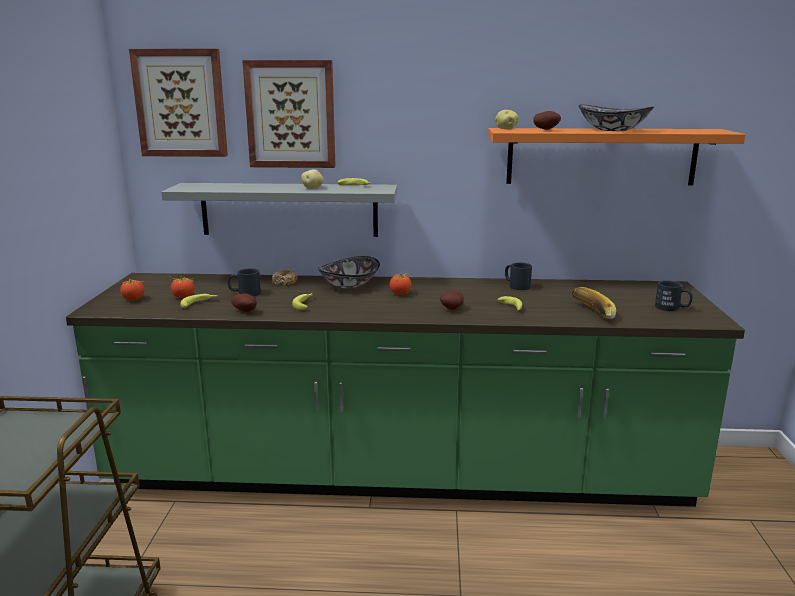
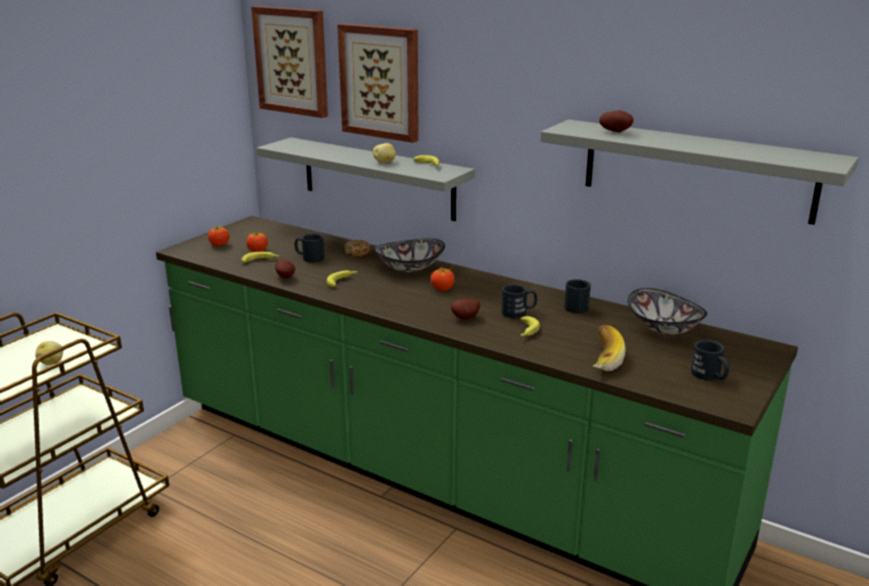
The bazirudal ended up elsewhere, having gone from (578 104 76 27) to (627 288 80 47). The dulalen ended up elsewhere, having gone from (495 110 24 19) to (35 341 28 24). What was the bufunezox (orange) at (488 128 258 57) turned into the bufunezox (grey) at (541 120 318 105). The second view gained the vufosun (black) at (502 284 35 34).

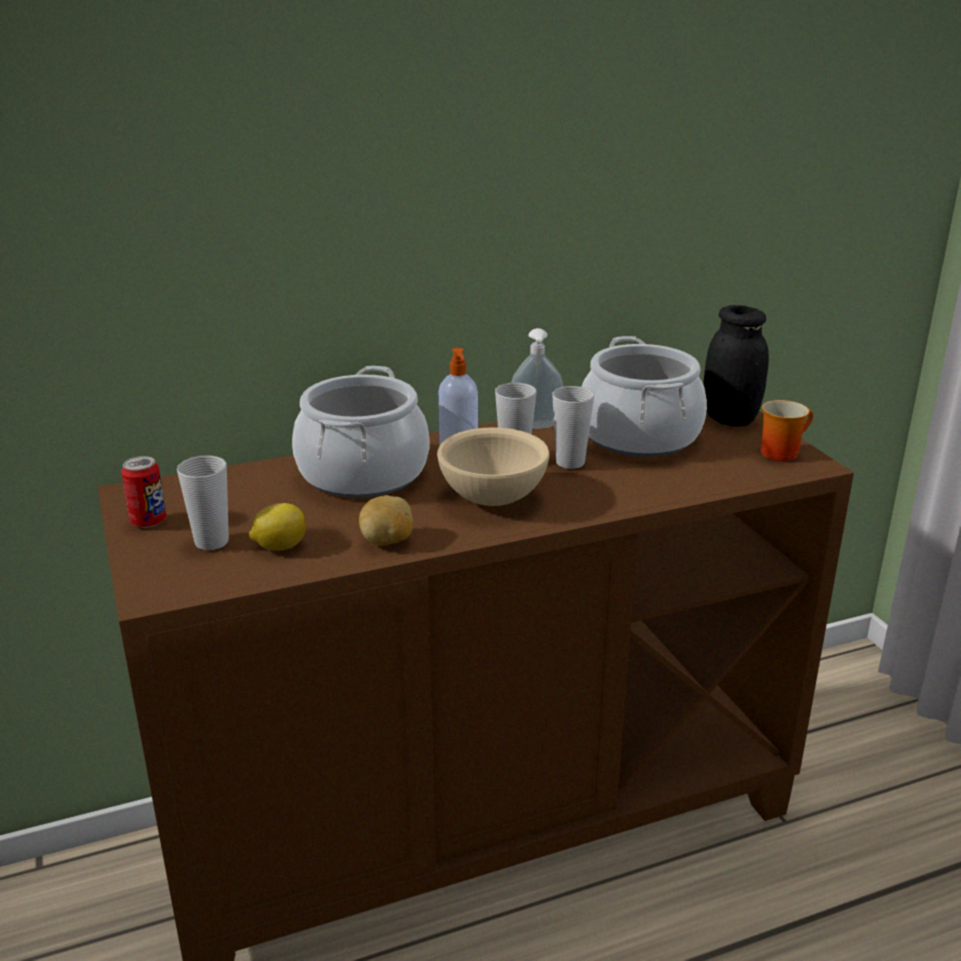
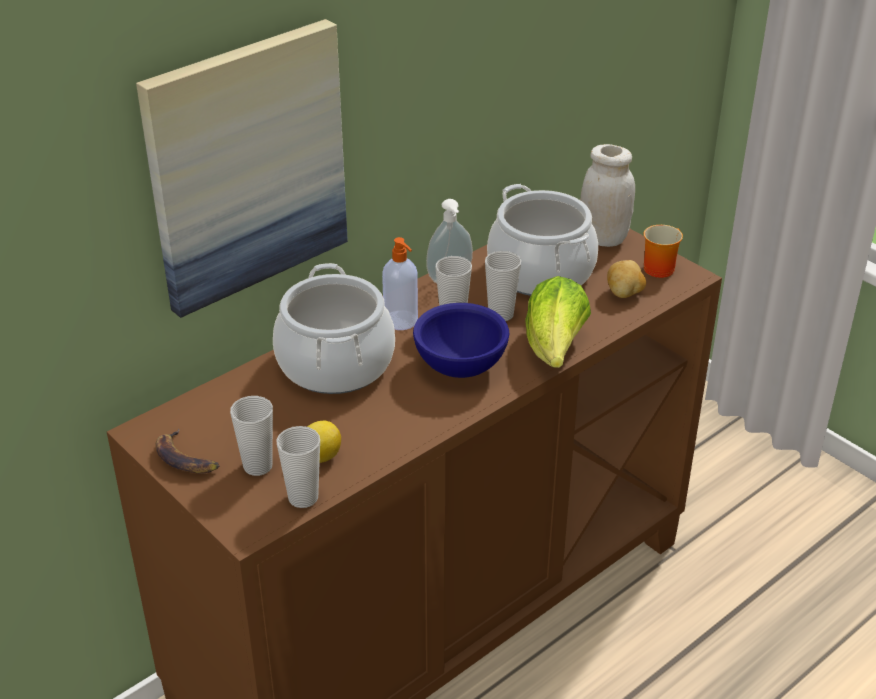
What was the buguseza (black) at (703 305 66 122) turned into the buguseza (white) at (580 144 55 103). What was the bazirudal (beige) at (437 428 112 78) turned into the bazirudal (blue) at (413 303 96 75). Where the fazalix stood at (121 456 45 72), the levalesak came to stand at (155 429 65 45). The dulalen ended up elsewhere, having gone from (359 495 54 50) to (607 260 39 38). The second view gained the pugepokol at (136 19 212 299). The second view gained the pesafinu at (525 276 66 92). The second view gained the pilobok at (276 426 44 82).

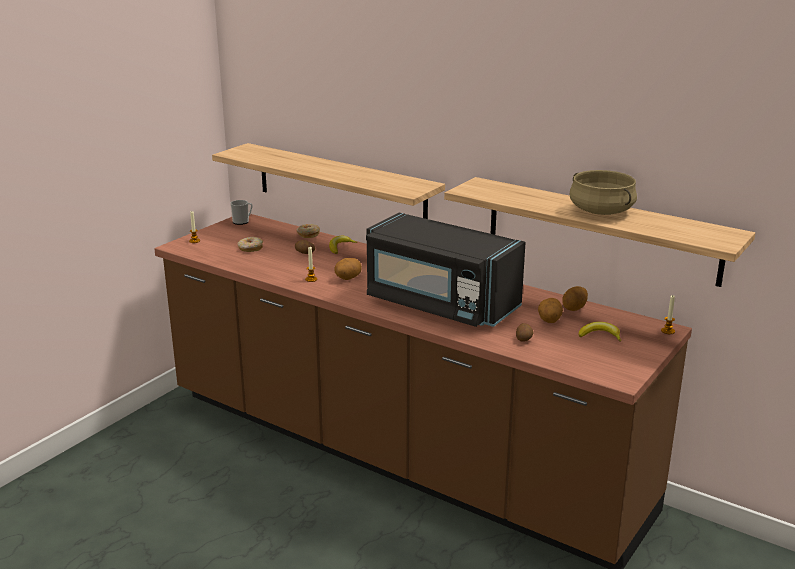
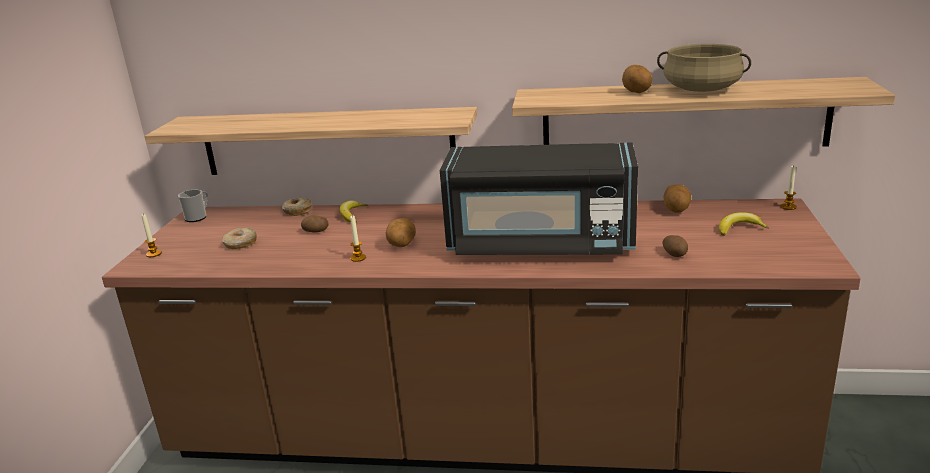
The dulalen ended up elsewhere, having gone from (538 298 25 25) to (622 65 30 28).

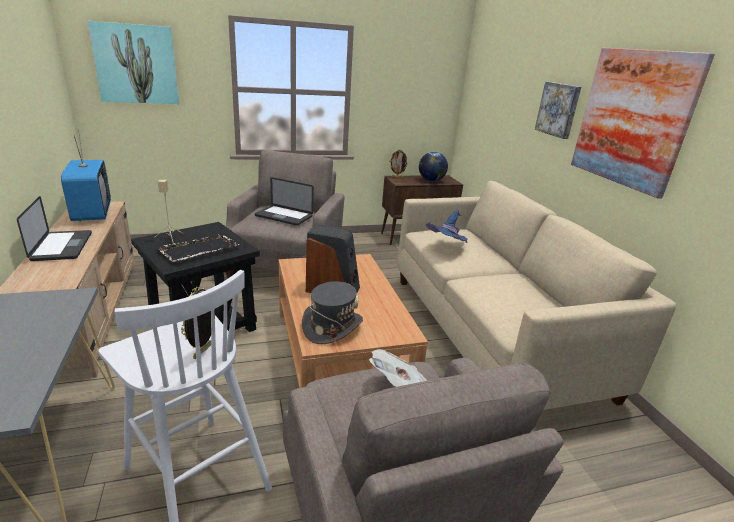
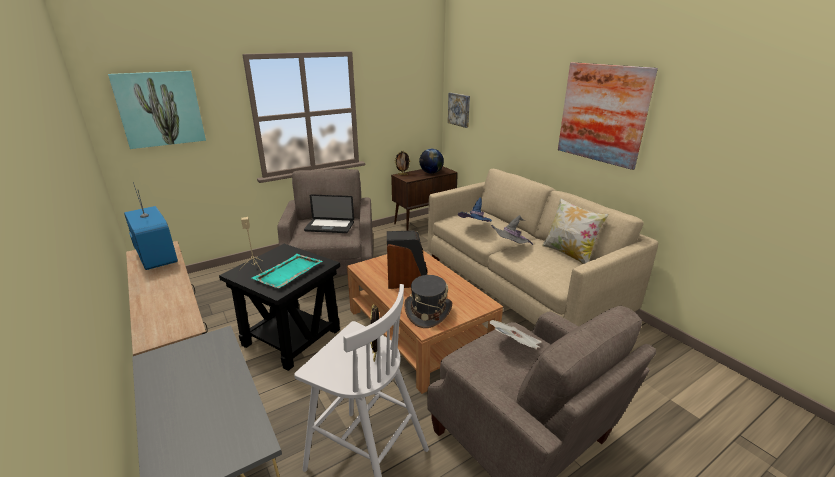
The pugepokol ended up elsewhere, having gone from (535 82 46 57) to (448 93 22 35). The second view lost the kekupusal at (17 196 75 65). What was the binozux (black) at (156 233 84 29) turned into the binozux (turquoise) at (252 254 70 34). The second view gained the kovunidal at (542 198 67 66). The second view gained the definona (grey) at (491 215 42 30).

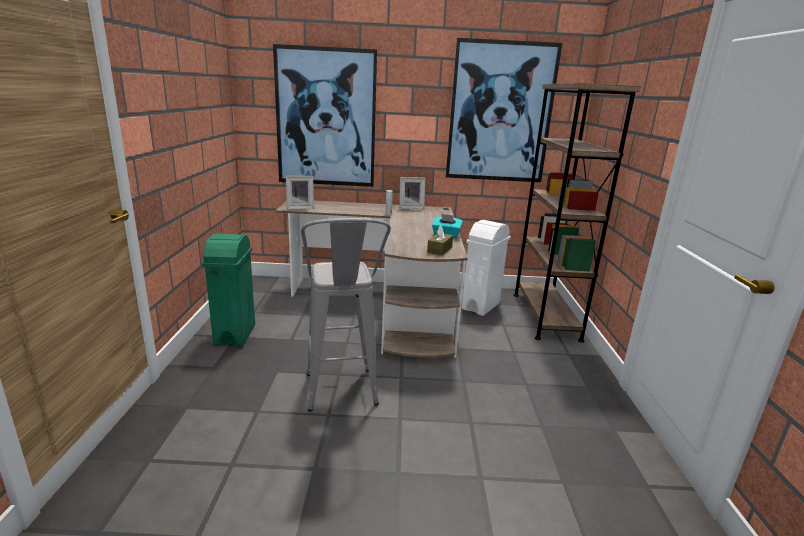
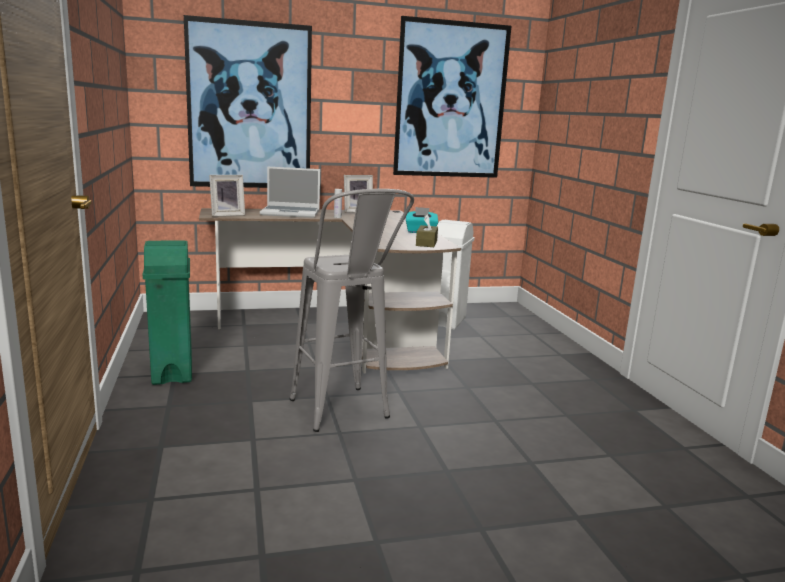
The second view lost the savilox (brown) at (514 83 127 260). The second view gained the kekupusal at (260 166 60 52).

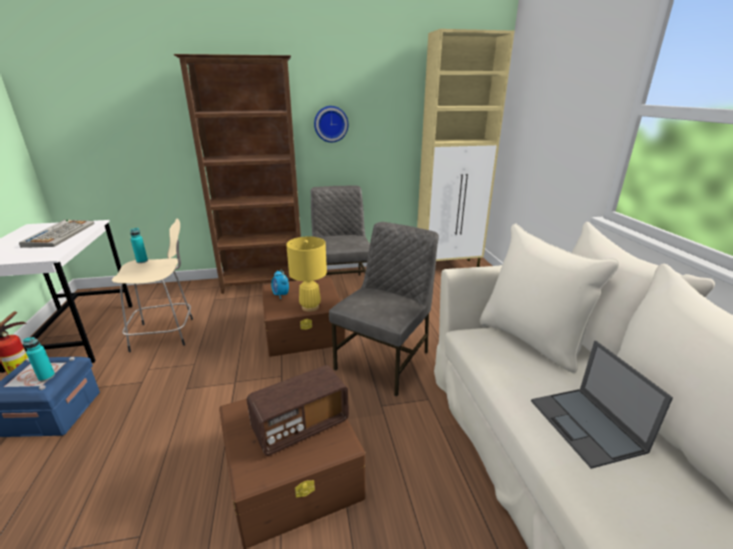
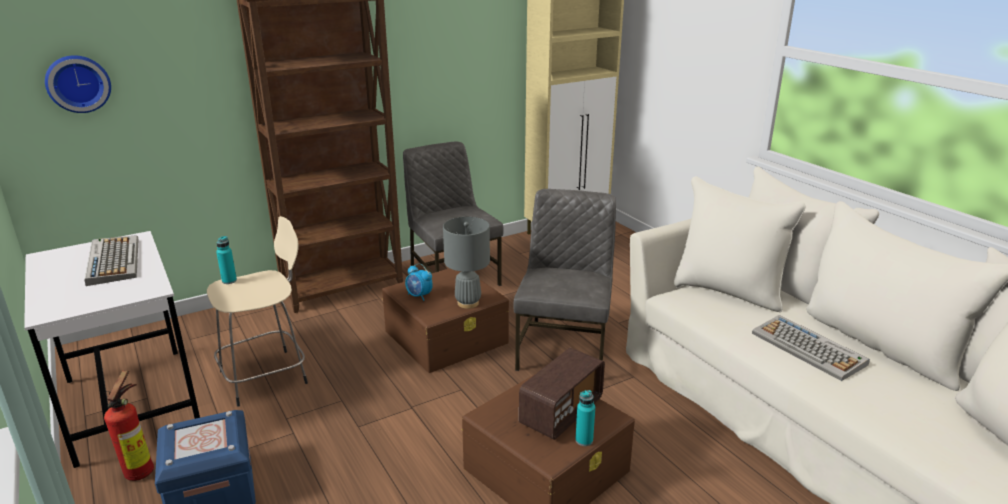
The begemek ended up elsewhere, having gone from (314 106 35 36) to (45 55 66 58). What was the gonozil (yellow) at (286 236 41 76) turned into the gonozil (grey) at (443 217 47 92). The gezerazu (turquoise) ended up elsewhere, having gone from (23 337 32 44) to (575 390 20 56). Where the kekupusal stood at (531 341 142 128), the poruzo came to stand at (752 315 118 66).

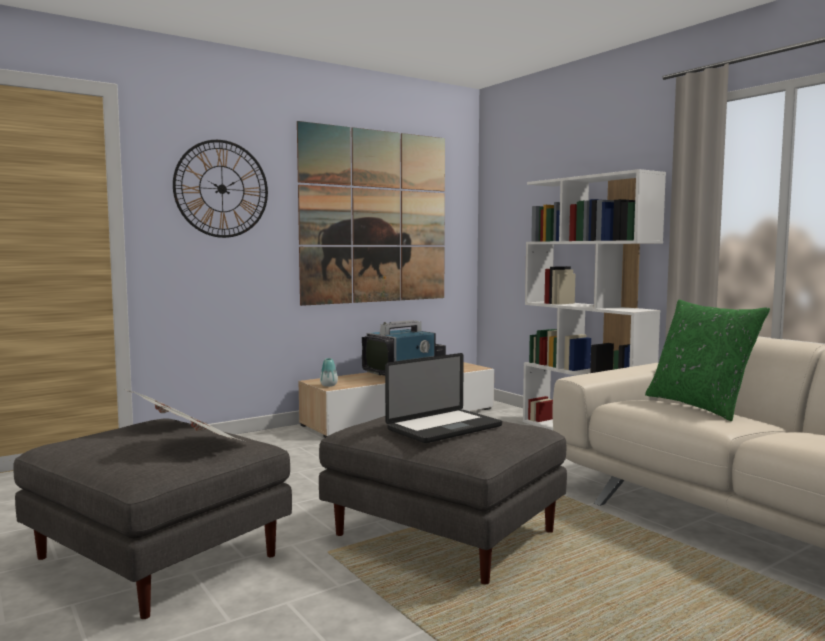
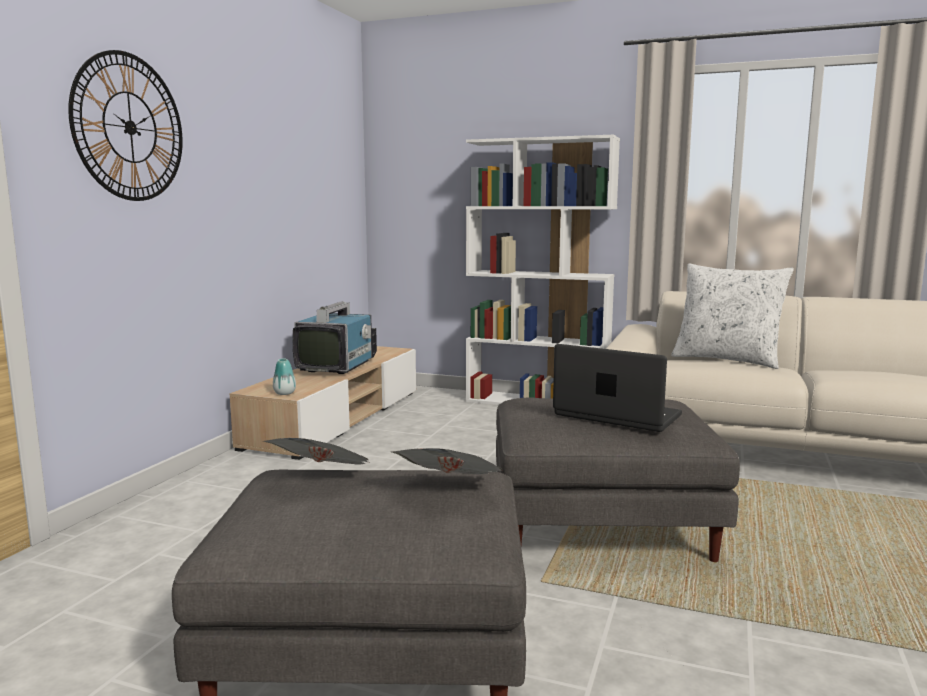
The second view lost the pugepokol at (297 121 148 185). What was the kovunidal (green) at (645 300 125 121) turned into the kovunidal (white) at (671 264 123 105). The kekupusal at (385 353 117 90) ended up facing another way, 75 degrees counterclockwise from before.

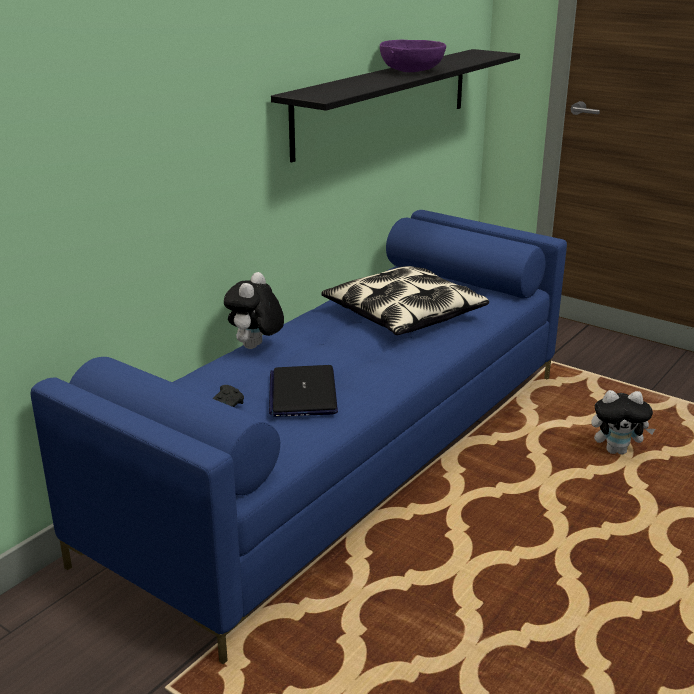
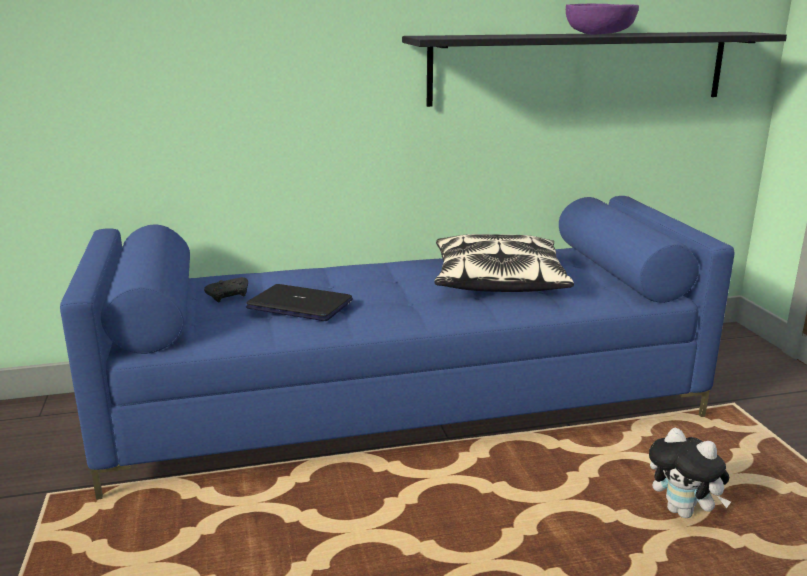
The second view lost the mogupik at (224 272 60 77). The kekupusal at (269 365 69 52) ended up facing another way, 75 degrees clockwise from before.

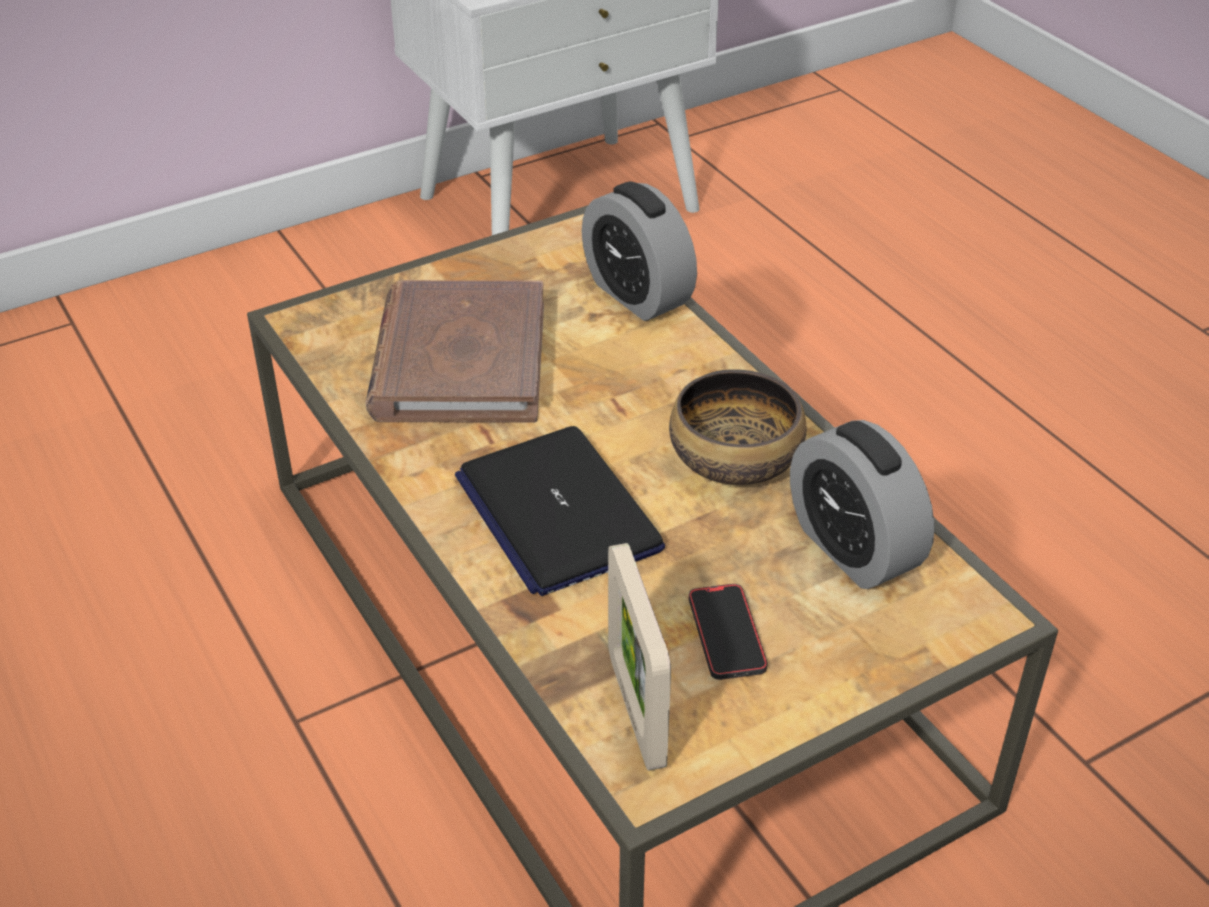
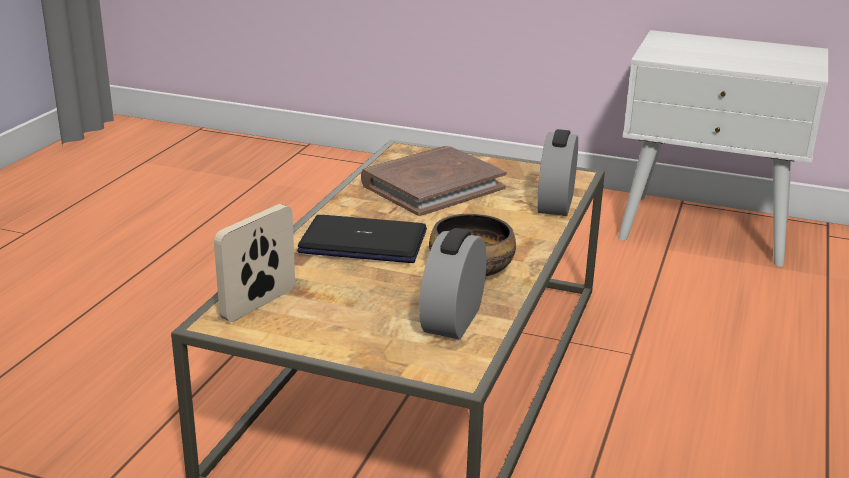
The kekupusal at (455 426 210 170) ended up facing another way, 75 degrees clockwise from before. The second view lost the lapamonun at (689 584 79 96).

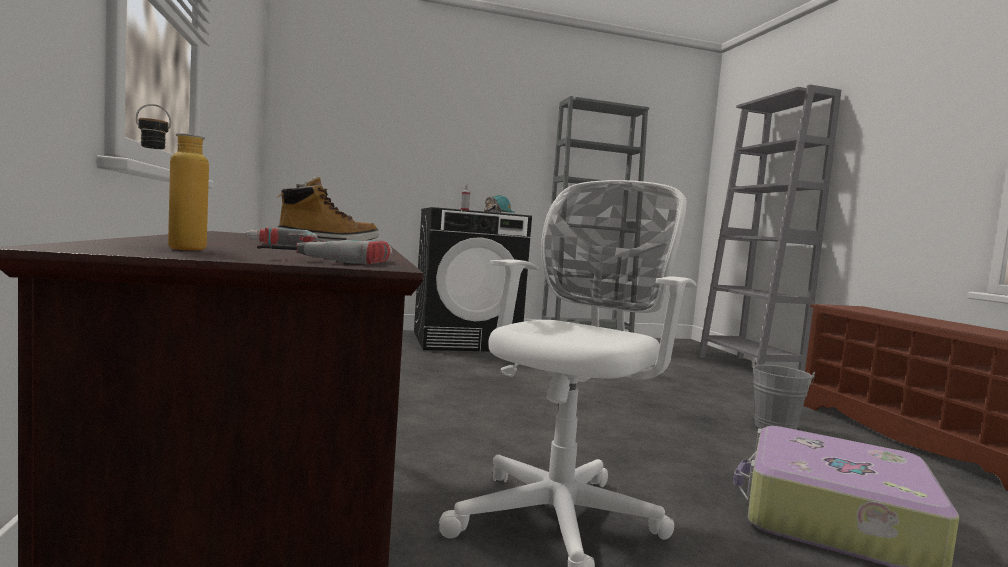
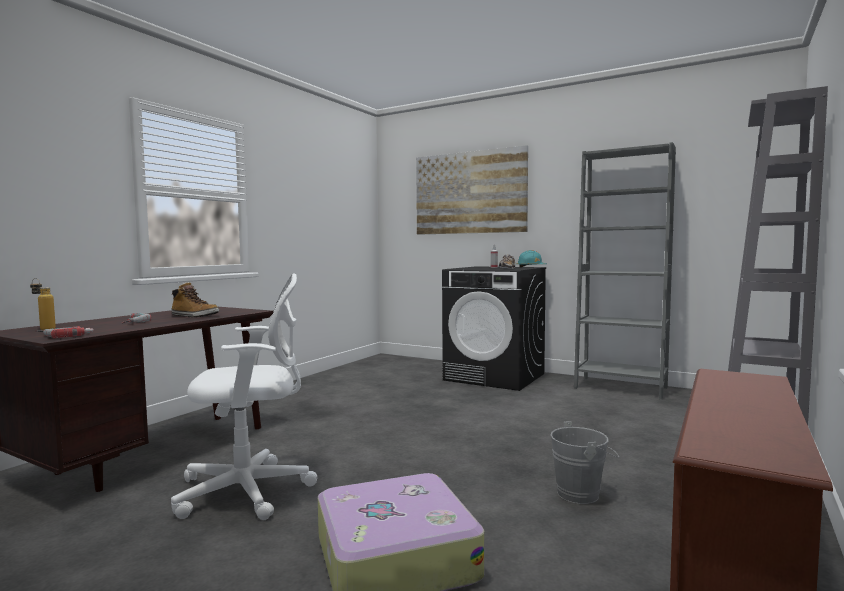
The second view gained the pugepokol at (416 145 112 90).

